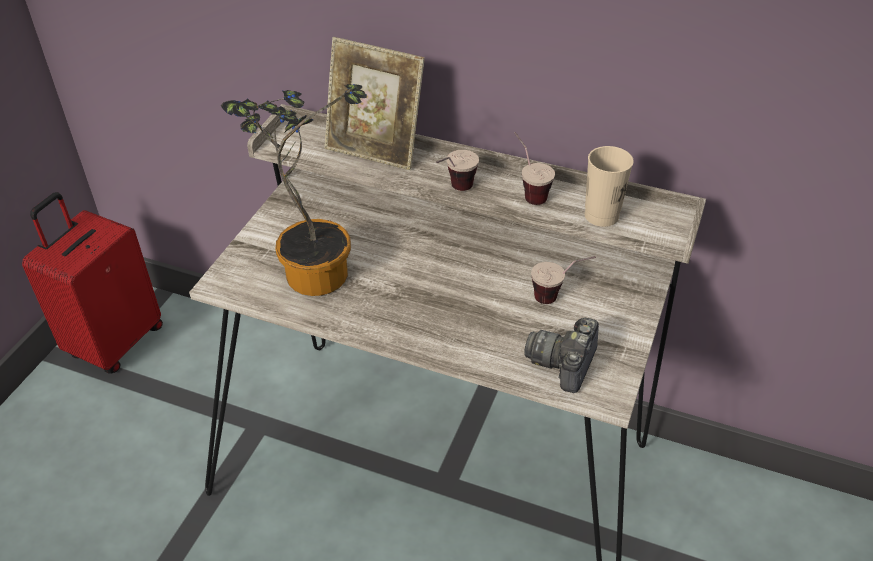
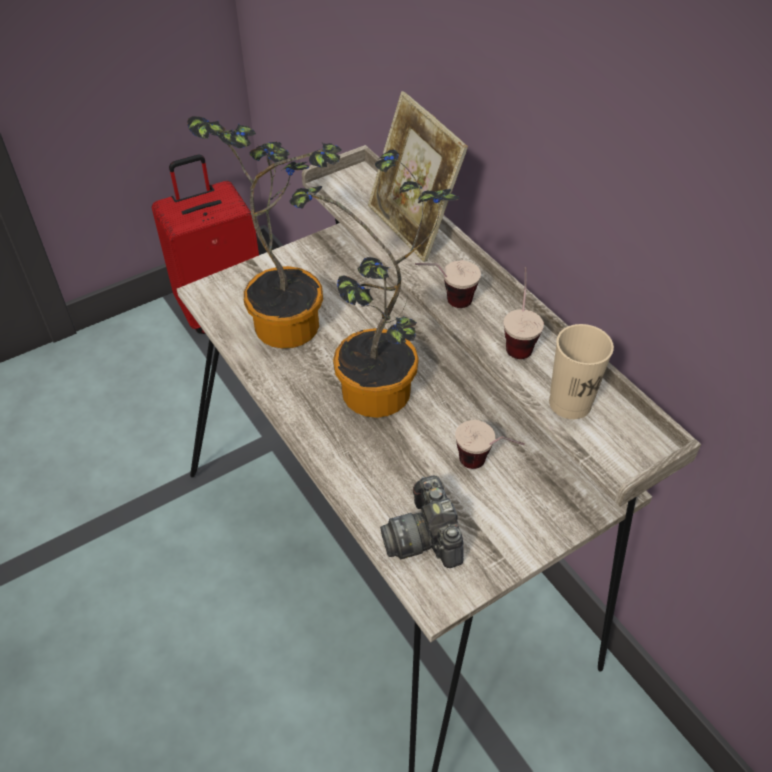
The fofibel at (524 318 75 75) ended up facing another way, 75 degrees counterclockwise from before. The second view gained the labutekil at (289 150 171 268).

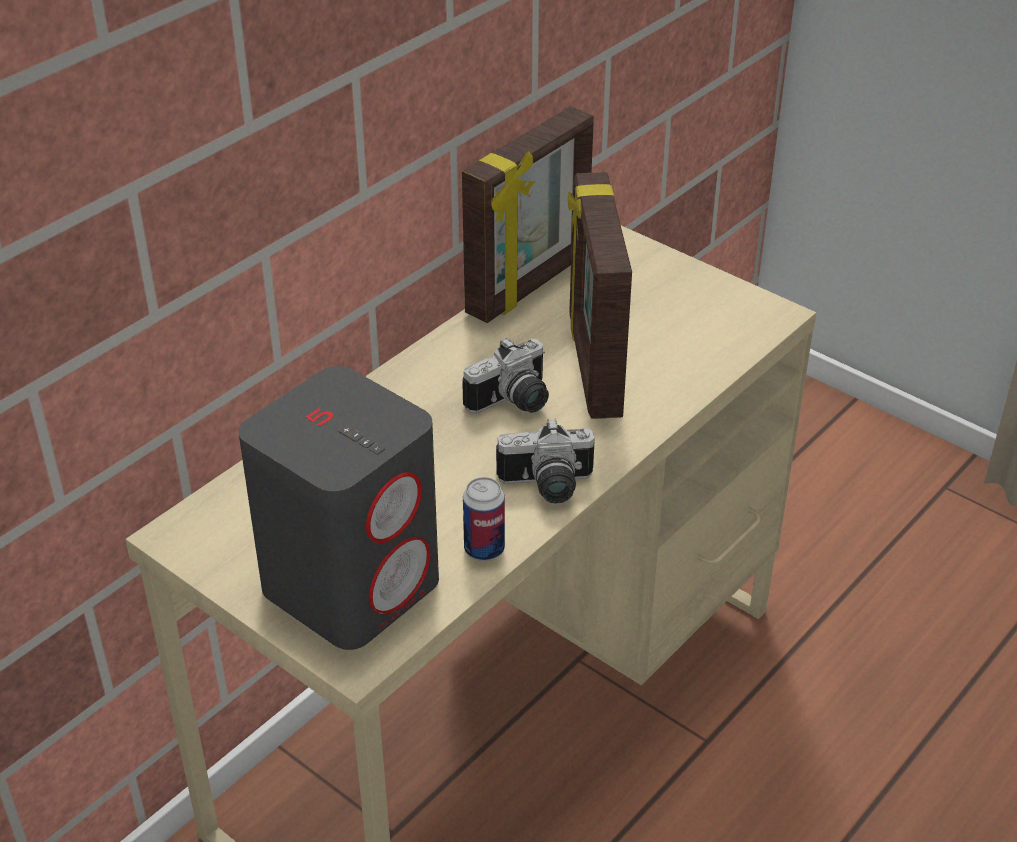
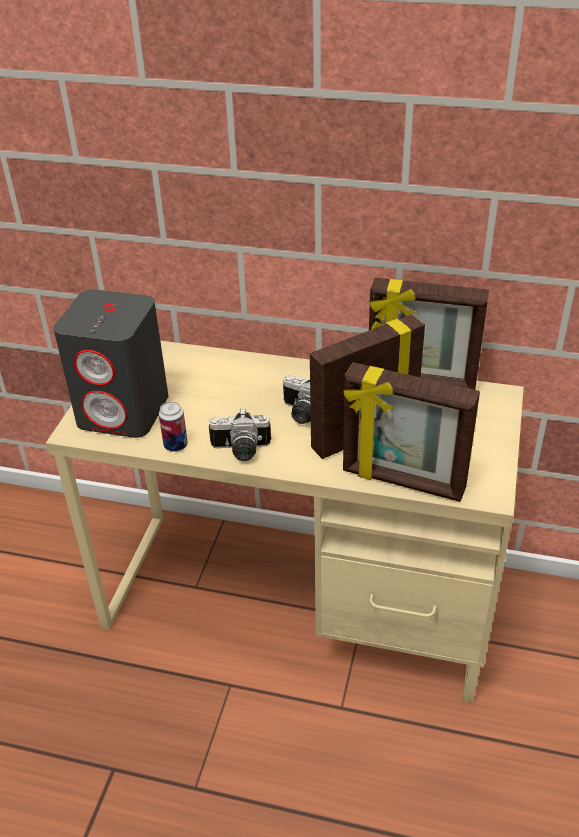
The fofibel at (496 419 99 85) ended up facing another way, 60 degrees counterclockwise from before. The second view gained the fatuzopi at (343 362 137 140).

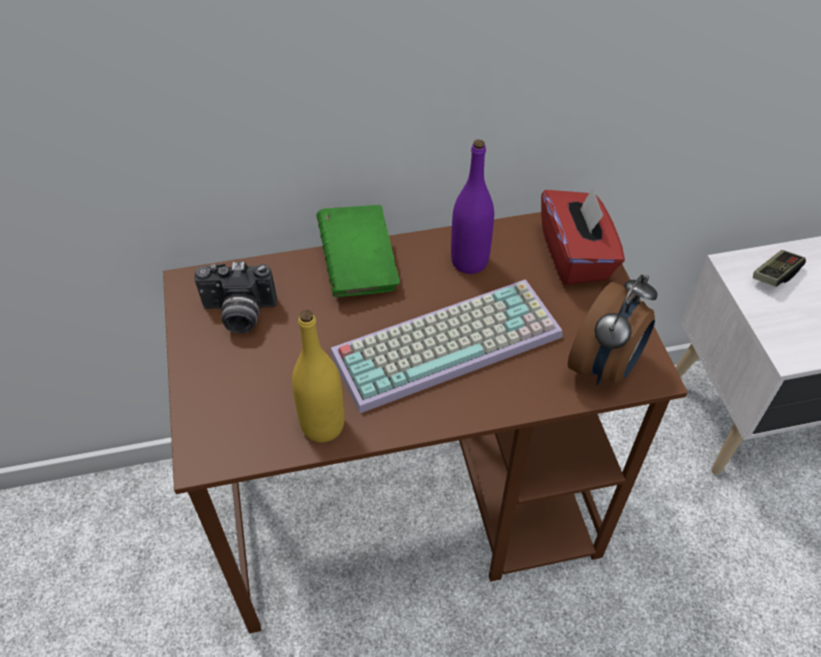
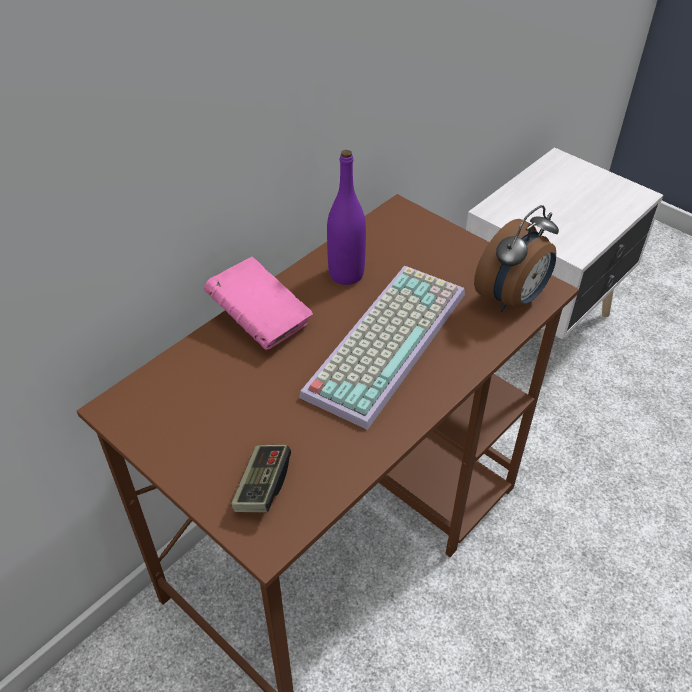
The second view lost the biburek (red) at (541 186 84 99). What was the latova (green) at (316 205 84 92) turned into the latova (pink) at (203 257 110 93). The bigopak ended up elsewhere, having gone from (753 250 53 37) to (231 445 60 67). The second view lost the fofibel at (194 262 83 71). The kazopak at (568 274 89 111) ended up facing another way, 45 degrees clockwise from before. The second view lost the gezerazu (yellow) at (292 310 52 132).

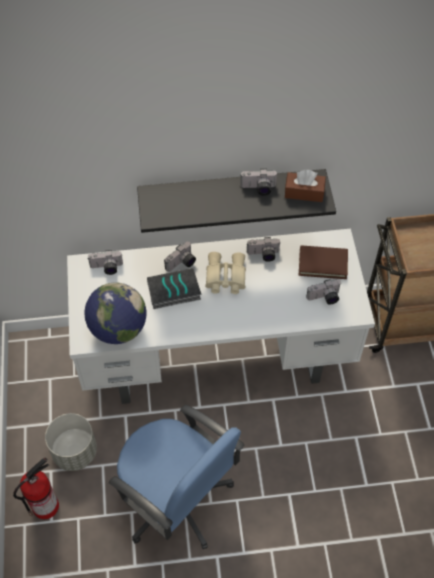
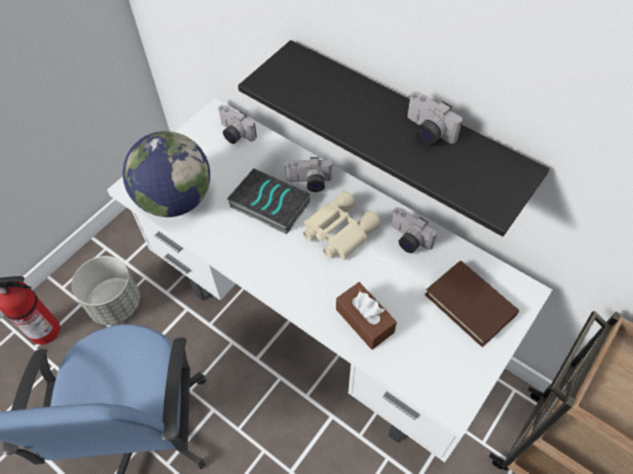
The biburek (brown) ended up elsewhere, having gone from (285 170 41 32) to (336 282 61 68). The second view lost the fofibel at (306 279 35 26).

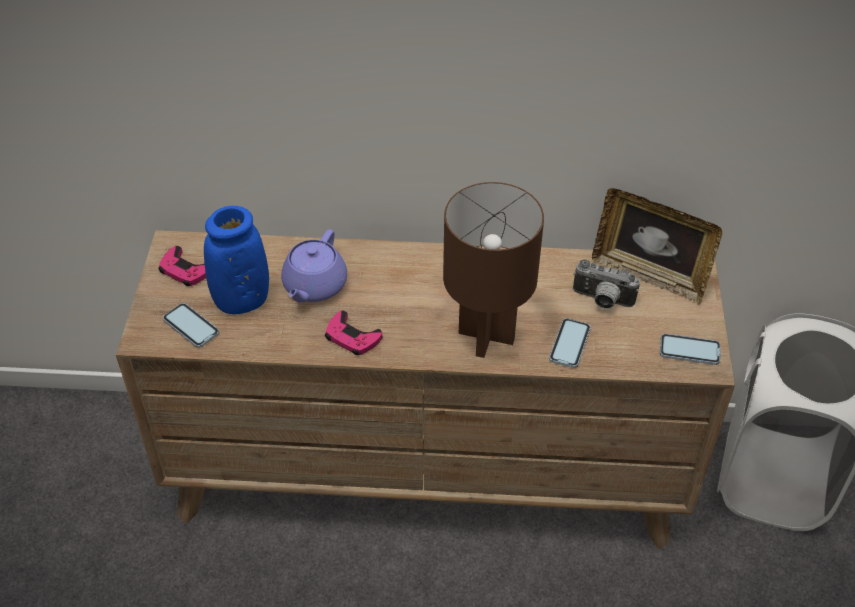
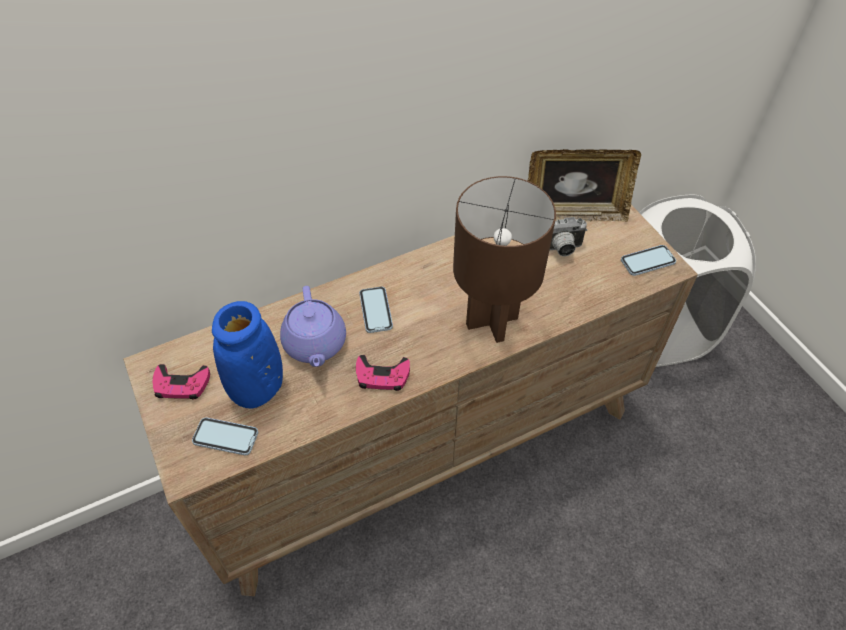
The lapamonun ended up elsewhere, having gone from (549 318 42 50) to (359 287 34 46).

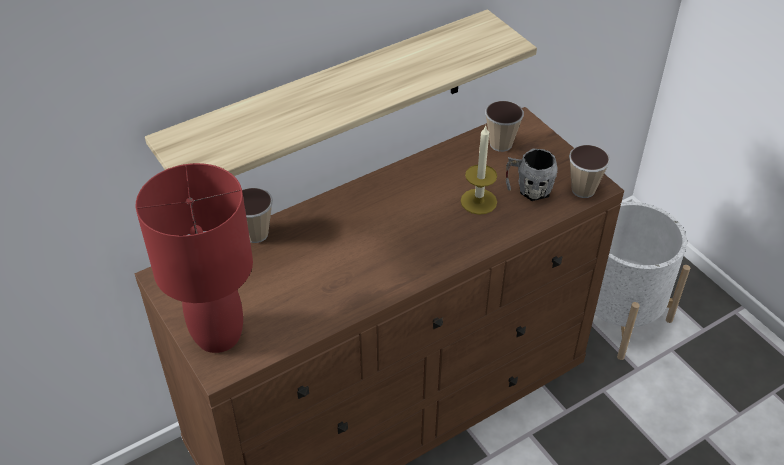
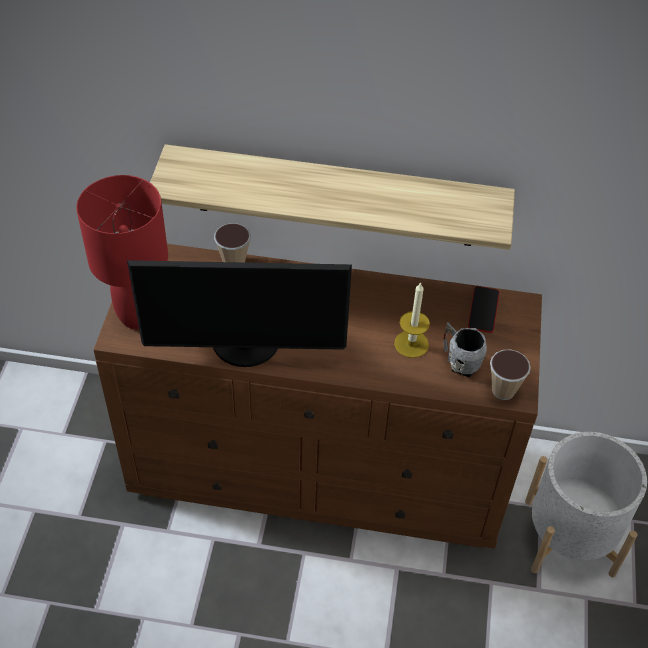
Where the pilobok stood at (485 101 39 51), the lapamonun came to stand at (468 286 32 47). The second view gained the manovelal at (127 260 225 107).

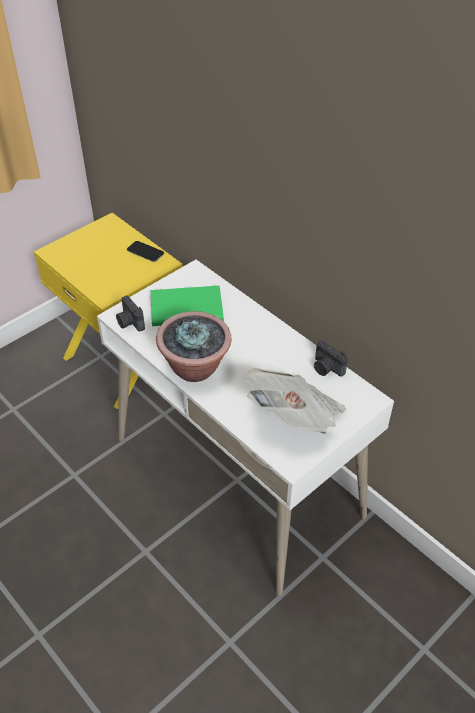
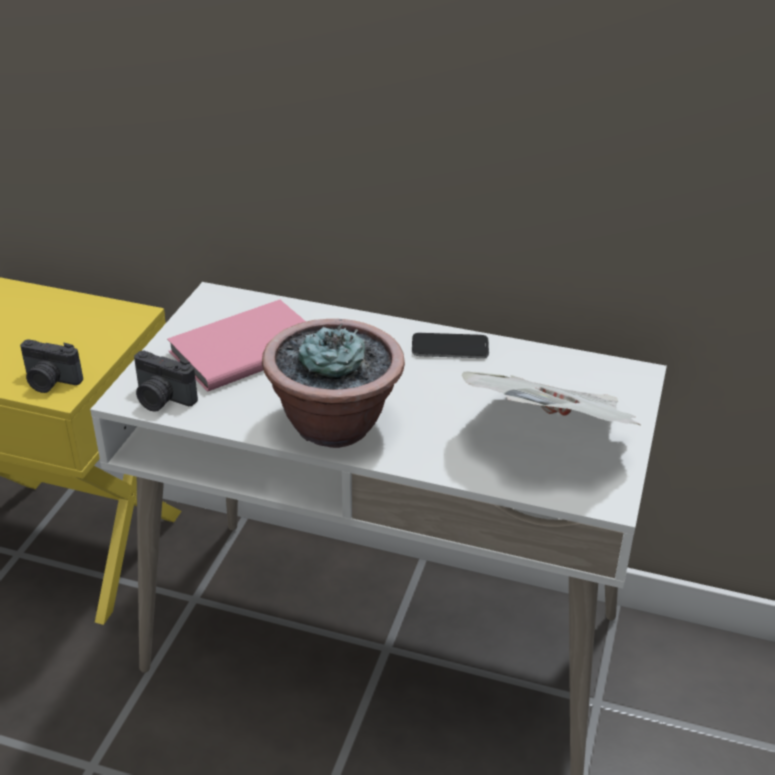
The lapamonun ended up elsewhere, having gone from (127 241 37 21) to (412 333 77 25). What was the latova (green) at (151 285 73 41) turned into the latova (pink) at (167 300 139 92). The fofibel ended up elsewhere, having gone from (314 340 34 37) to (20 339 63 54).

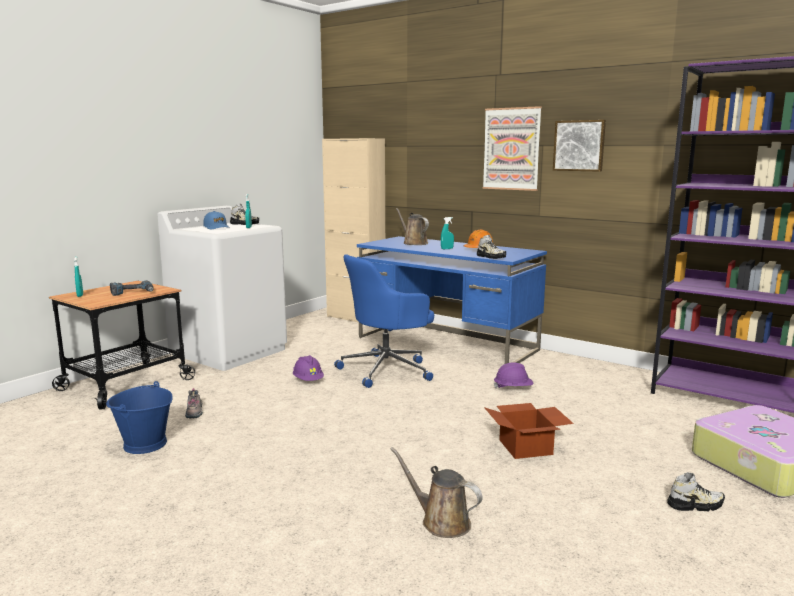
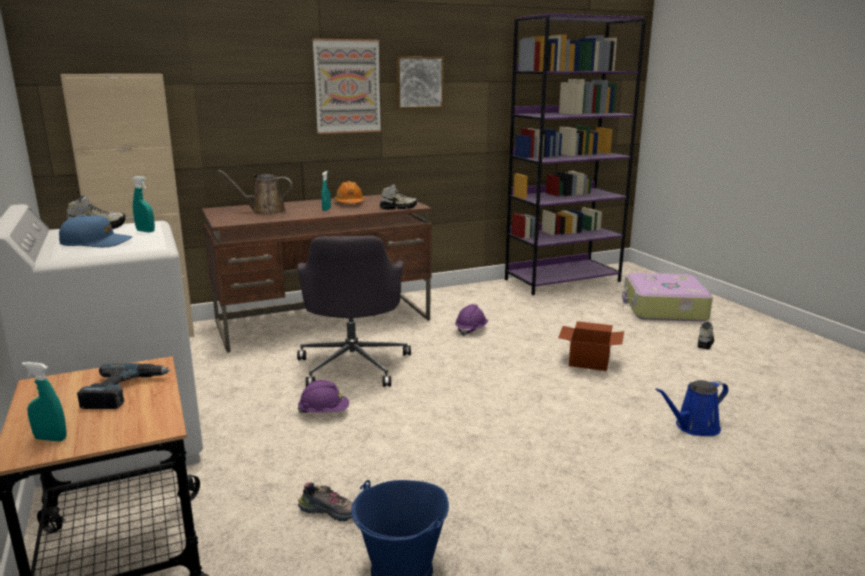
What was the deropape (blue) at (357 236 190 128) turned into the deropape (brown) at (202 195 230 157). What was the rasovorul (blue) at (334 254 100 134) turned into the rasovorul (grey) at (297 236 114 151). What was the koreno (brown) at (391 447 92 91) turned into the koreno (blue) at (655 380 73 56).

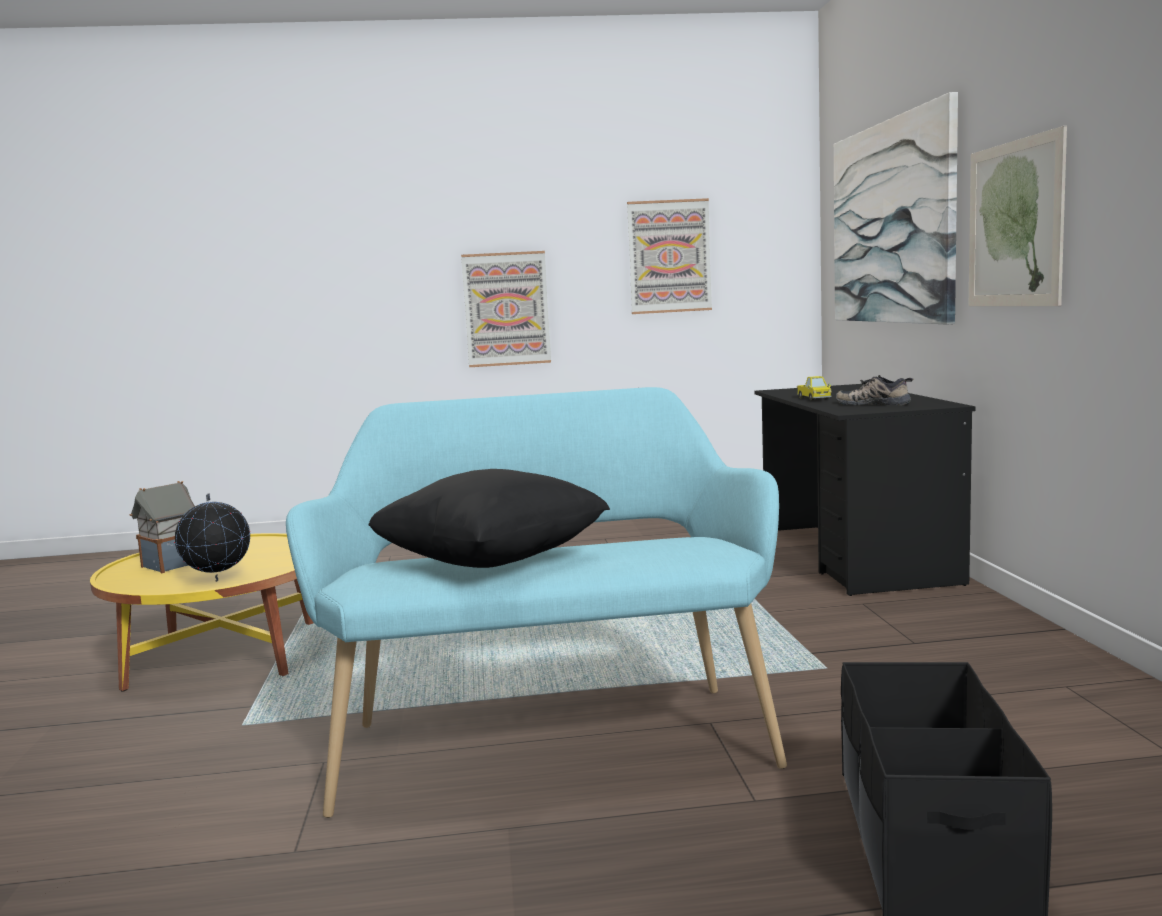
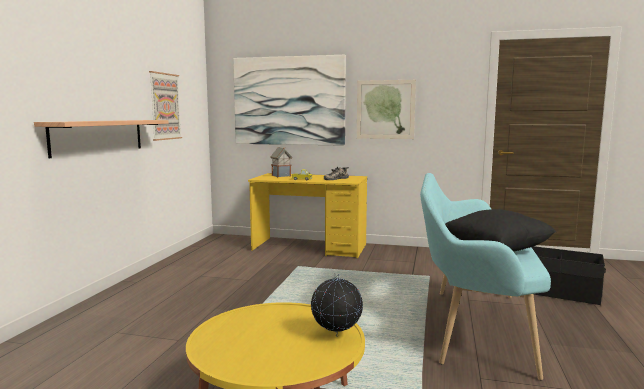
Where the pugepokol hung at (461 251 90 116), the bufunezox came to hang at (34 120 135 38). What was the deropape (black) at (754 384 221 212) turned into the deropape (yellow) at (248 173 119 85). The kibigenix ended up elsewhere, having gone from (130 481 65 92) to (270 147 22 30).

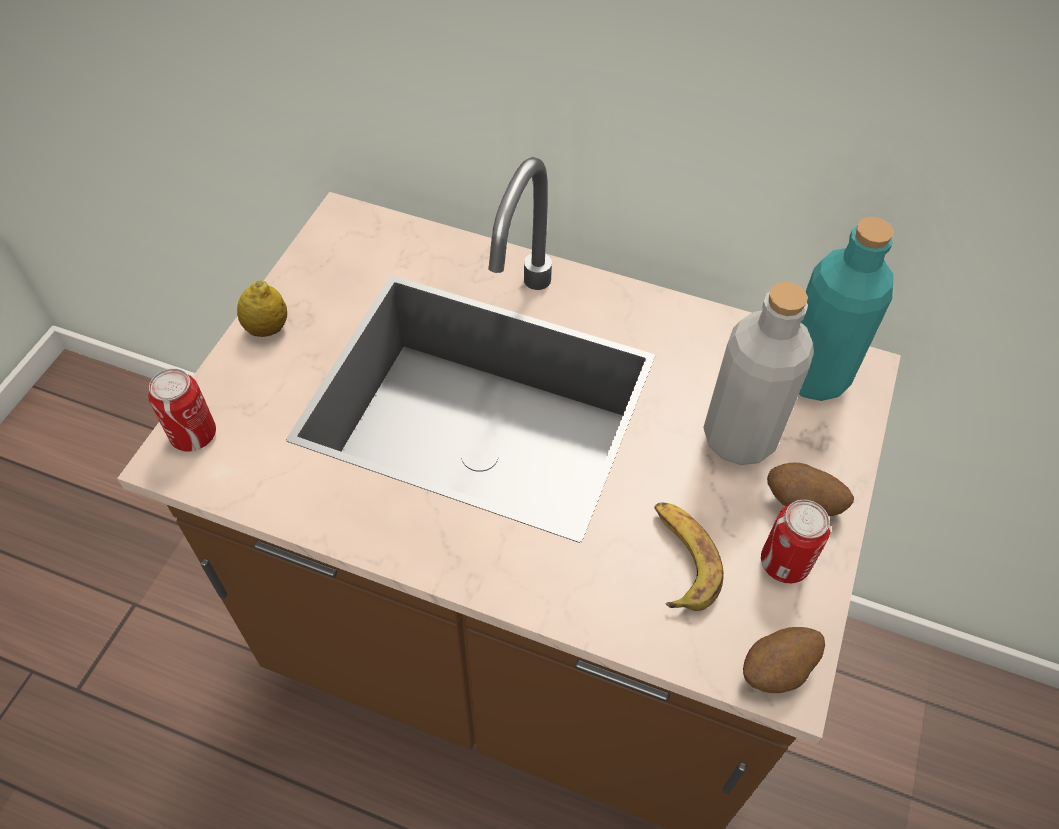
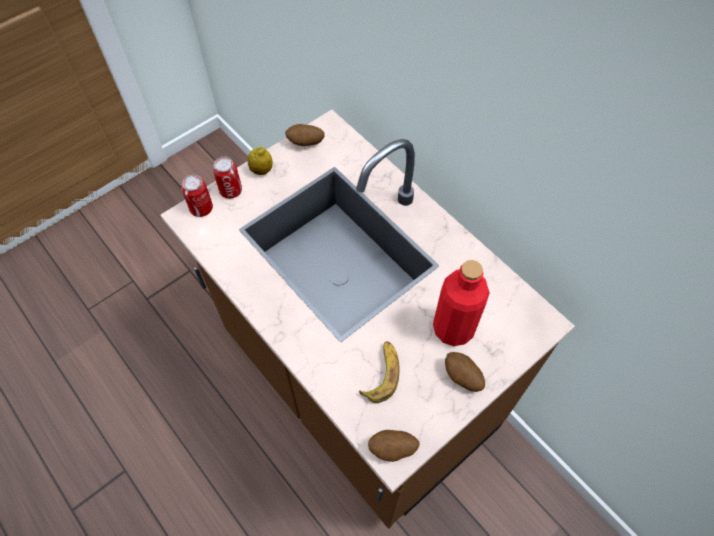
The second view lost the gezerazu (turquoise) at (799 217 94 184). What was the gezerazu (grey) at (703 282 111 183) turned into the gezerazu (red) at (433 260 57 86). The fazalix ended up elsewhere, having gone from (761 500 70 83) to (213 157 29 42). The second view gained the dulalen at (285 124 40 22).

